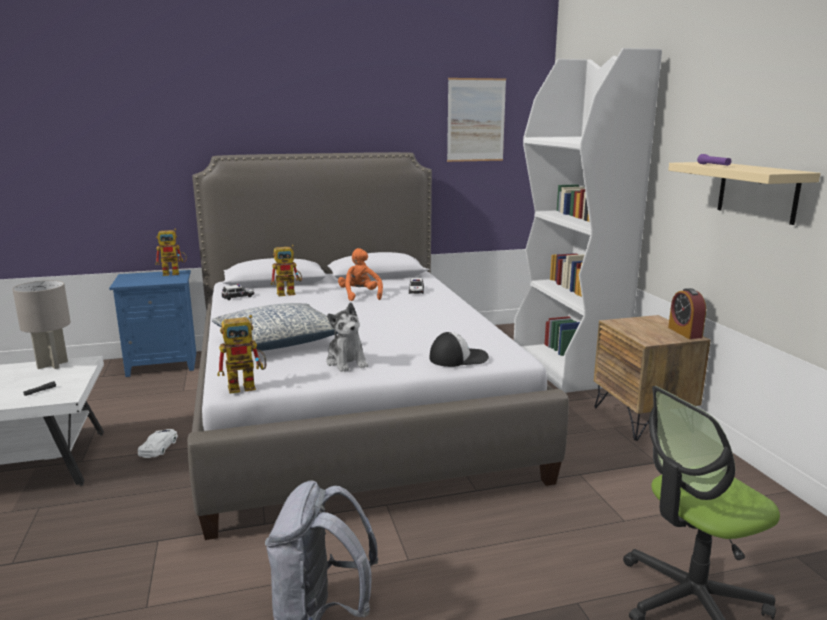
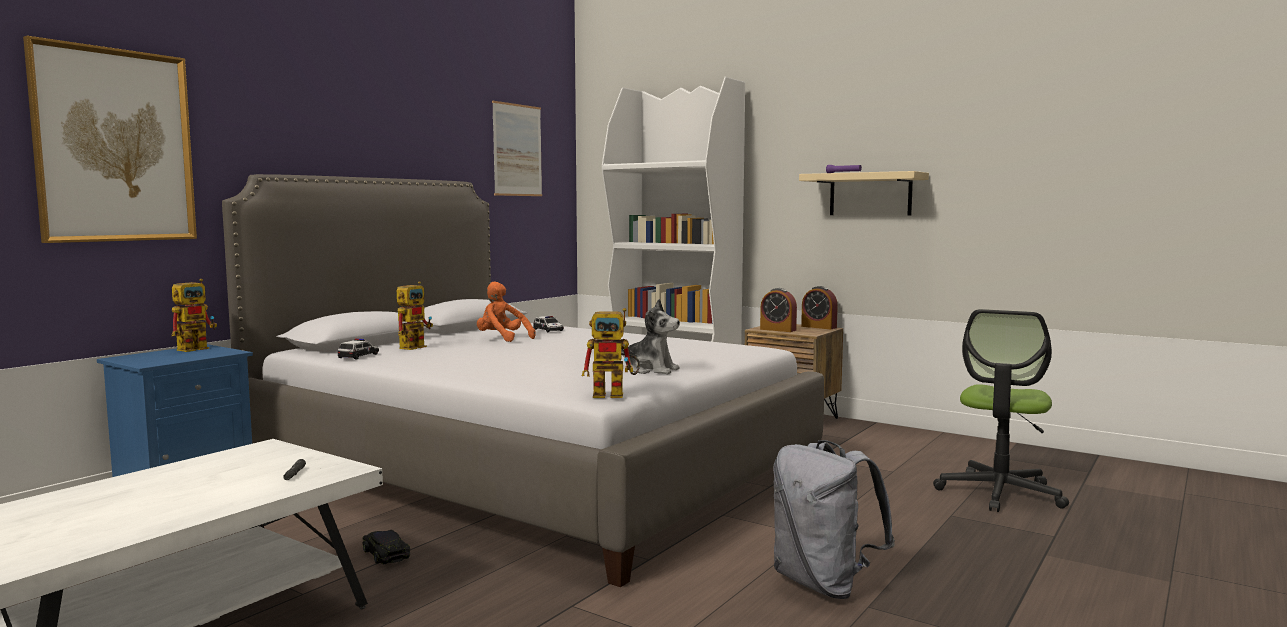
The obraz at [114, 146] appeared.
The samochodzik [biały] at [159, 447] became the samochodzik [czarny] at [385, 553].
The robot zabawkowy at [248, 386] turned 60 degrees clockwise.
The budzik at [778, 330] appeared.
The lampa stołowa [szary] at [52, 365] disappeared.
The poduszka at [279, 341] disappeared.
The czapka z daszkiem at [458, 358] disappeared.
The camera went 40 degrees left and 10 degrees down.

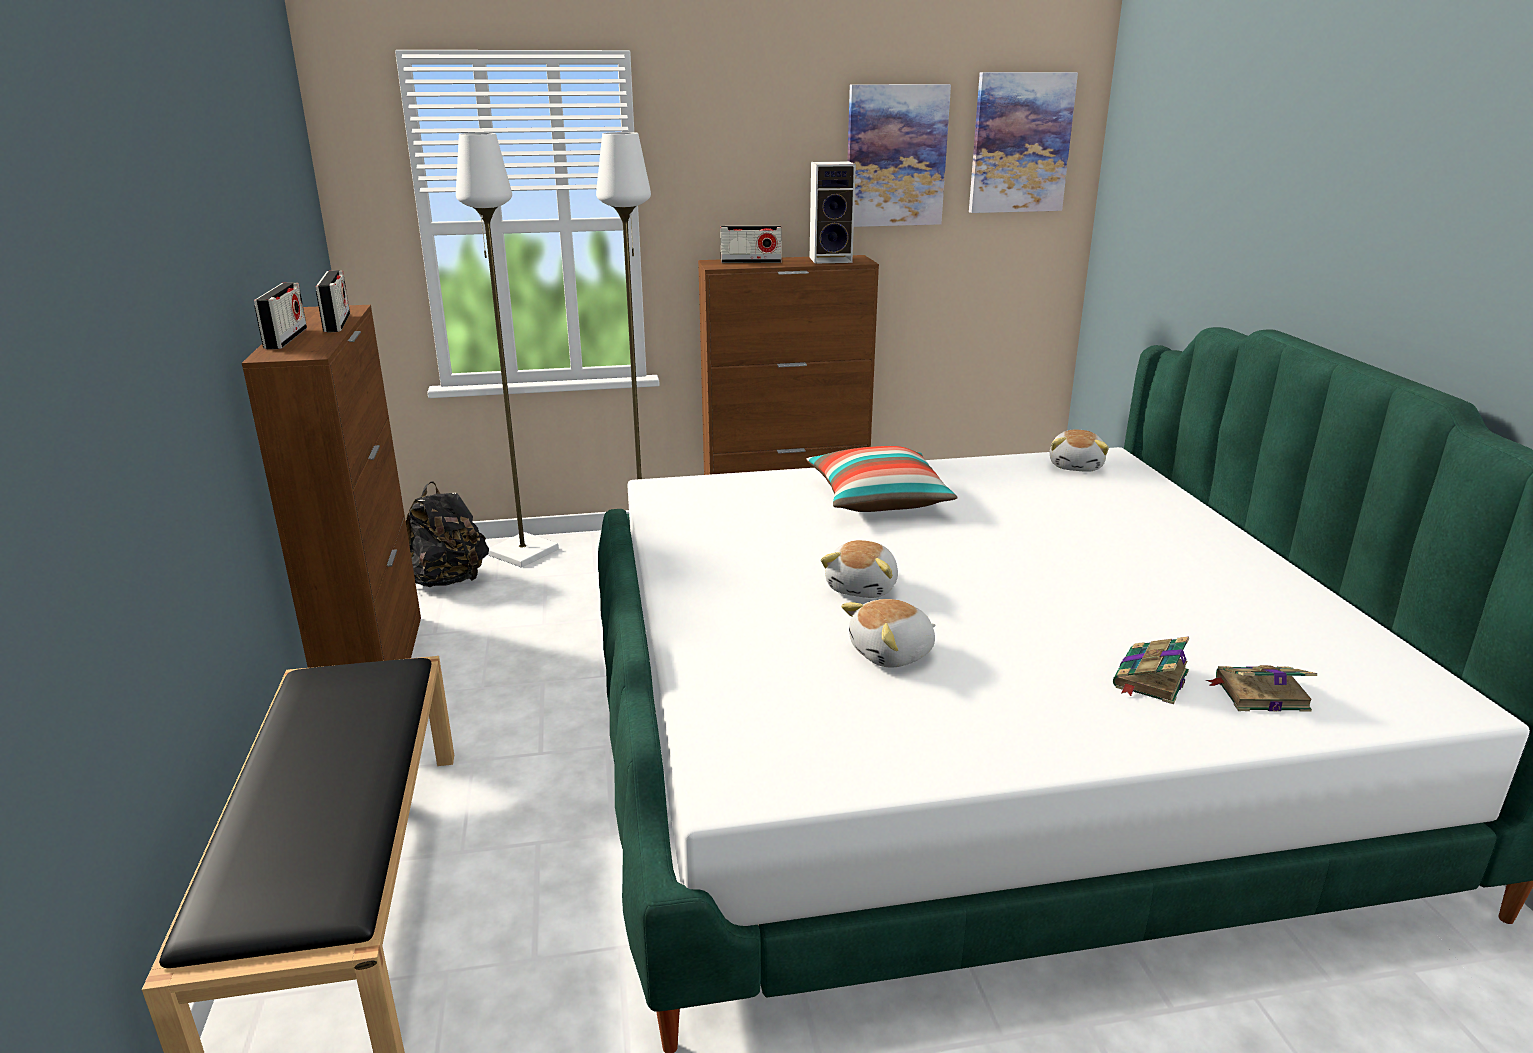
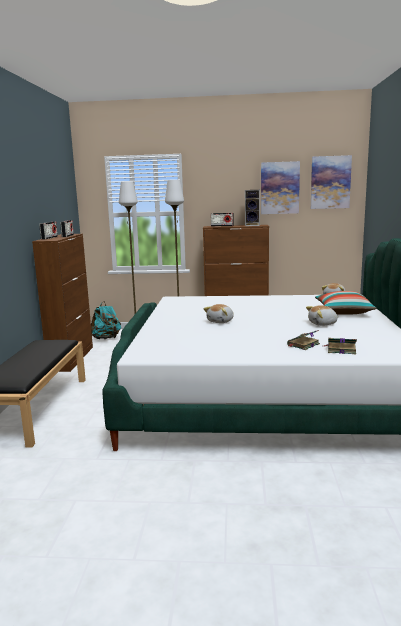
The plecak [czarny] at [447, 581] became the plecak [turkusowy] at [106, 338].
The pluszak moved from [892, 653] to [323, 324].
The poduszka moved from [878, 499] to [344, 312].
The camera went 15 degrees right and 10 degrees down.

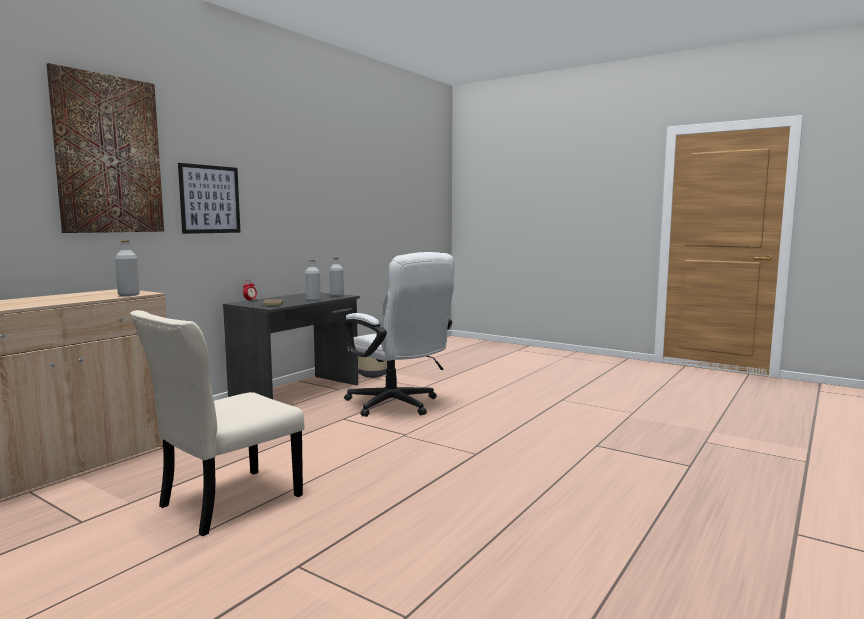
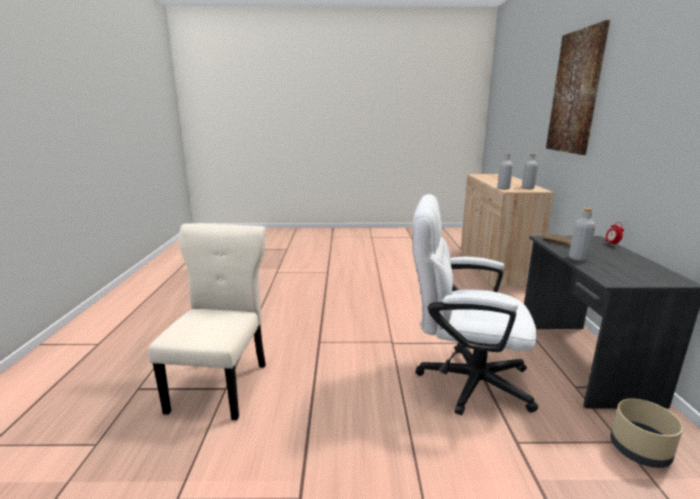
The krzesło [beżowy] moved from [226, 502] to [222, 384].
The butelka [szary] moved from [337, 295] to [528, 188].
The obraz at [210, 199] disappeared.
The camera went 145 degrees right and 10 degrees up.

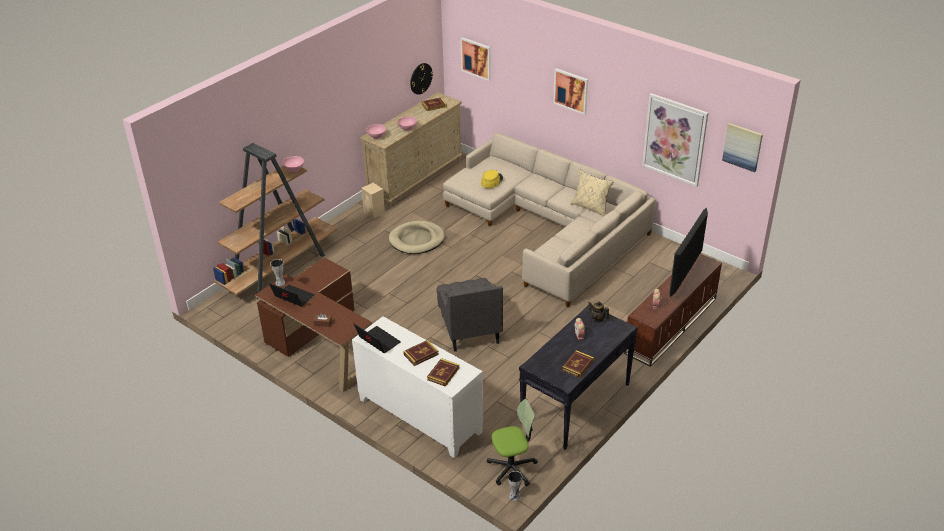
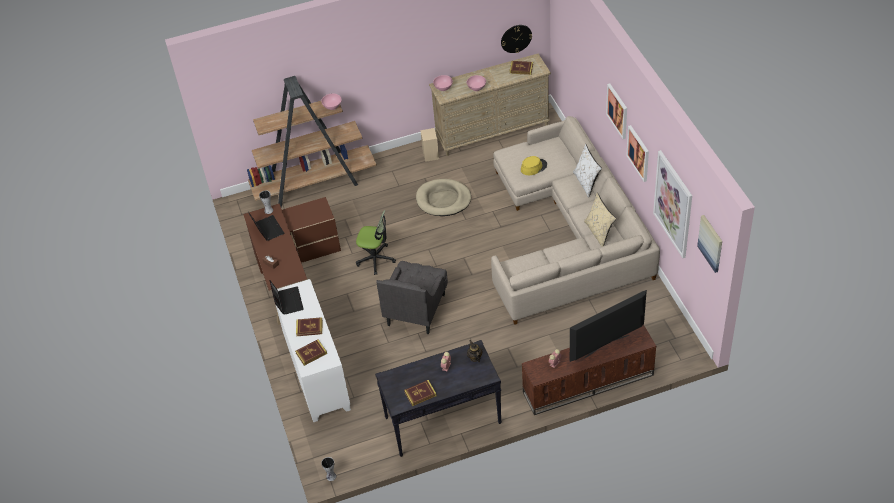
The krzesło biurowe moved from [512, 468] to [376, 259].
The poduszka [biały] at [586, 183] appeared.
The obraz moved from [476, 58] to [638, 153].
The camera went 35 degrees right and 10 degrees up.

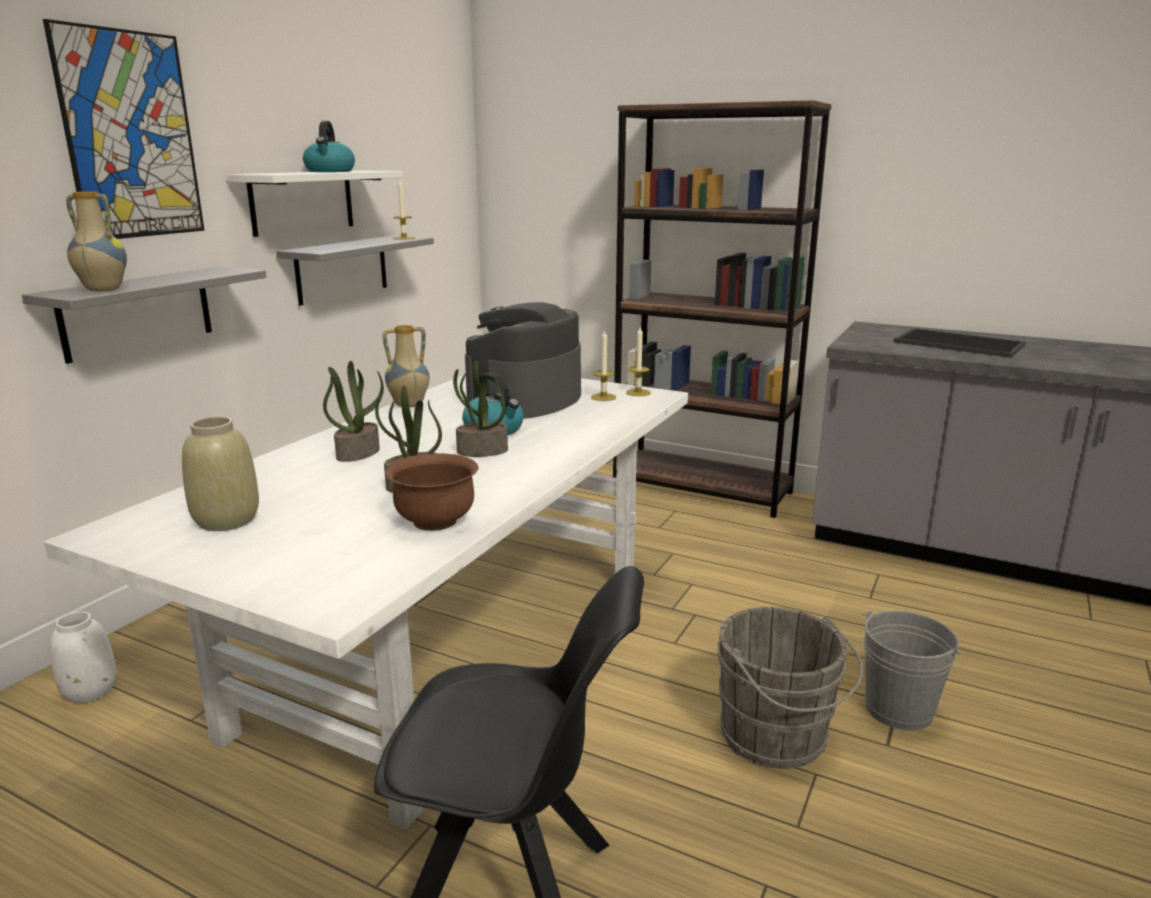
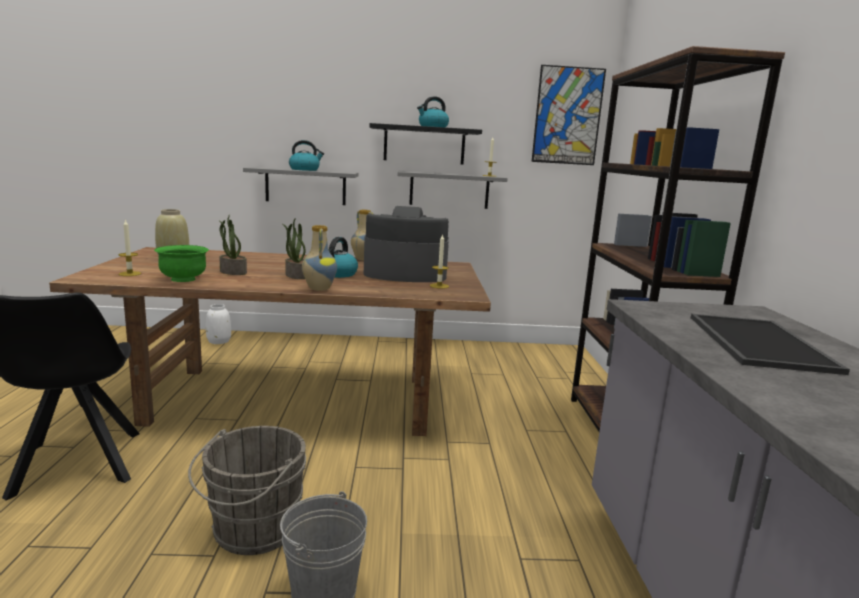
The stół jadalny [biały] at [453, 652] became the stół jadalny [brązowy] at [294, 400].
The świeca moved from [638, 392] to [130, 274].
The miska [brązowy] at [435, 521] became the miska [zielony] at [183, 279].
The czajnik at [305, 169] appeared.
The wazon moved from [102, 290] to [318, 289].
The półka [biały] at [302, 201] became the półka [czarny] at [424, 145].
The obraz moved from [131, 136] to [567, 116].
The roślina doniczkowa at [358, 453] disappeared.
The camera went 60 degrees right and 5 degrees down.

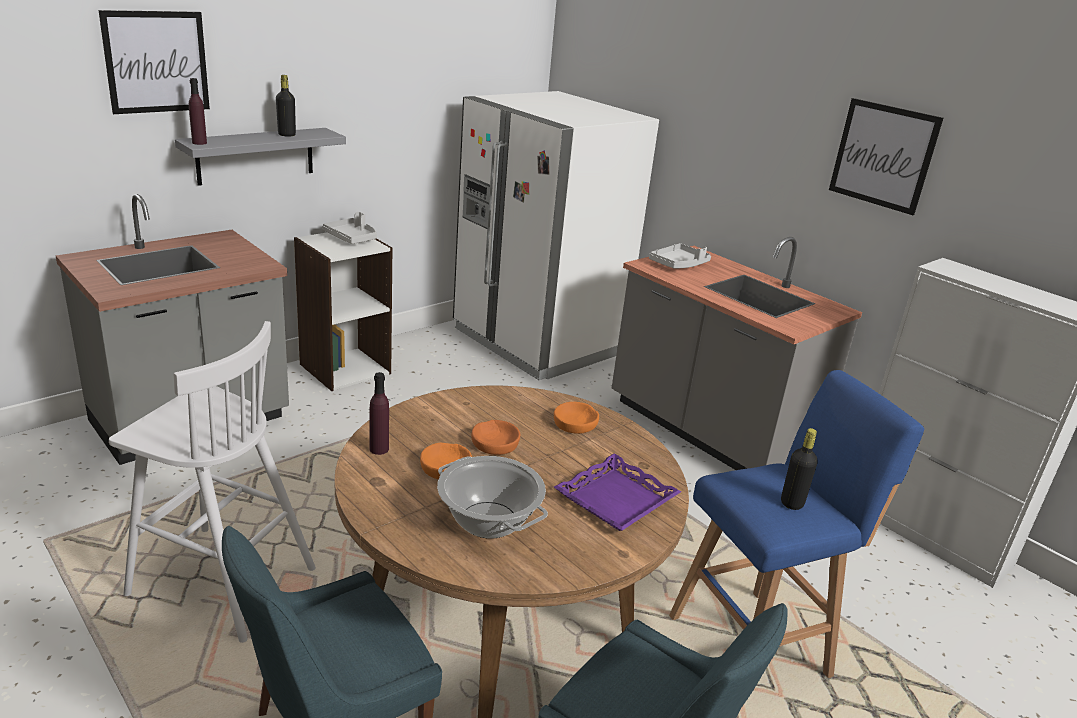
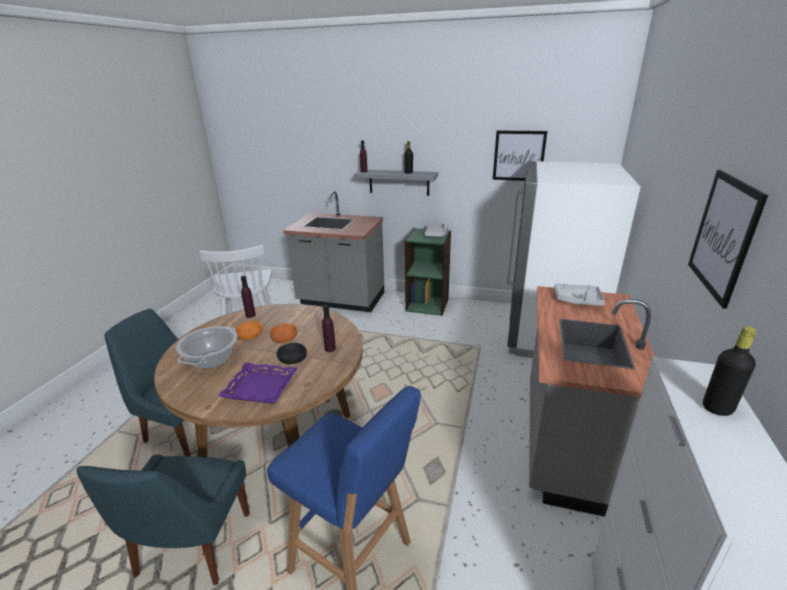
The miska [czarny] at [292, 357] appeared.
The miska [pomarańczowy] at [575, 423] was replaced by the butelka [fioletowy] at [330, 349].
The regał [biały] at [345, 368] became the regał [zielony] at [427, 304].
The obraz moved from [156, 62] to [519, 156].
The butelka [czarny] moved from [792, 503] to [717, 408].
The camera went 60 degrees right and 0 degrees up.

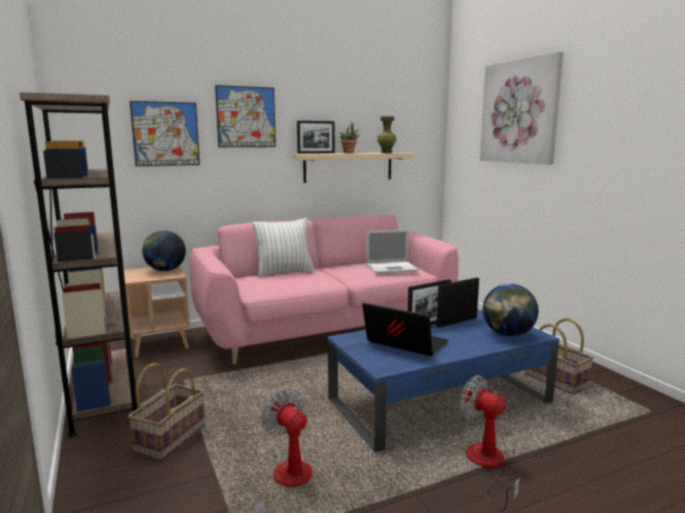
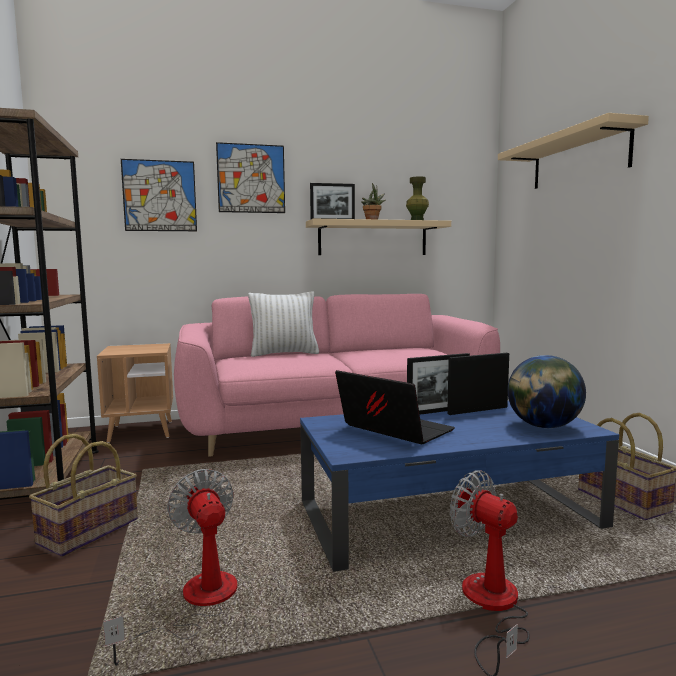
The obraz at [519, 111] was replaced by the półka [beżowy] at [579, 158].
The globus at [165, 270] disappeared.
The laptop at [392, 268] disappeared.
The camera went 10 degrees right and 5 degrees down.

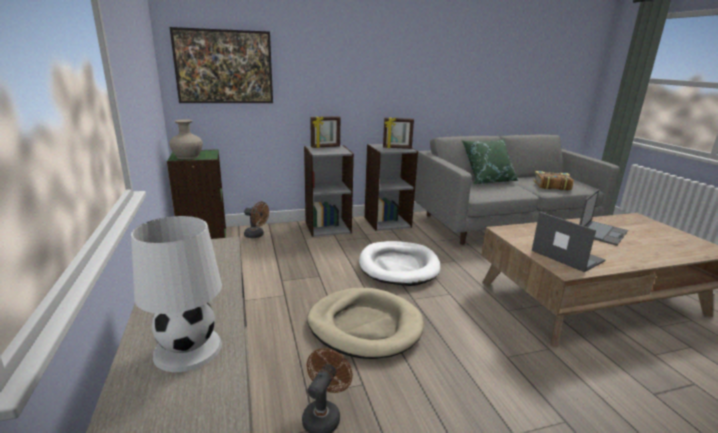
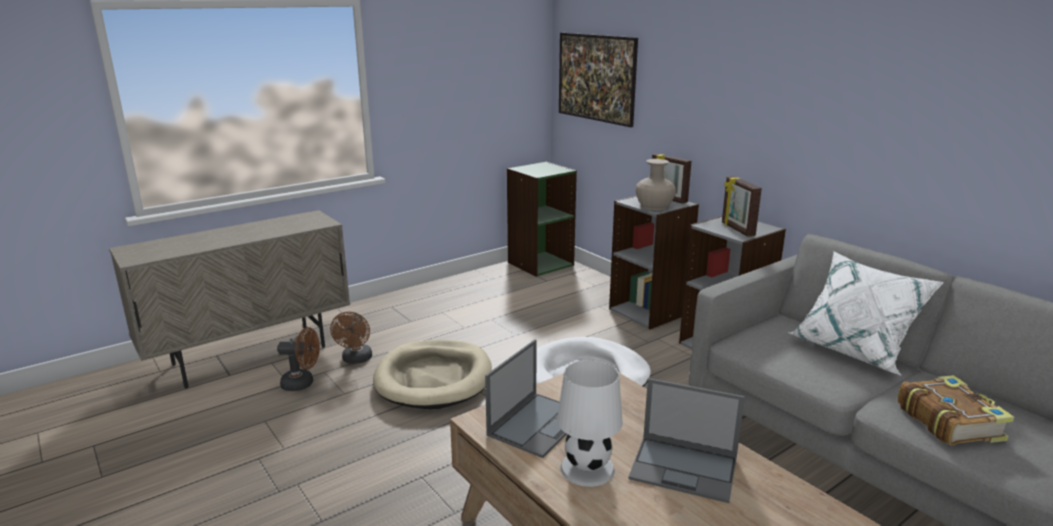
The wentylator [brązowy] moved from [257, 235] to [356, 360].
The lampa stołowa [biały] moved from [188, 348] to [588, 468].
The wazon [beżowy] moved from [187, 156] to [654, 206].
The poduszka [zielony] at [487, 181] became the poduszka [biały] at [854, 349].
The camera went 70 degrees right and 0 degrees up.

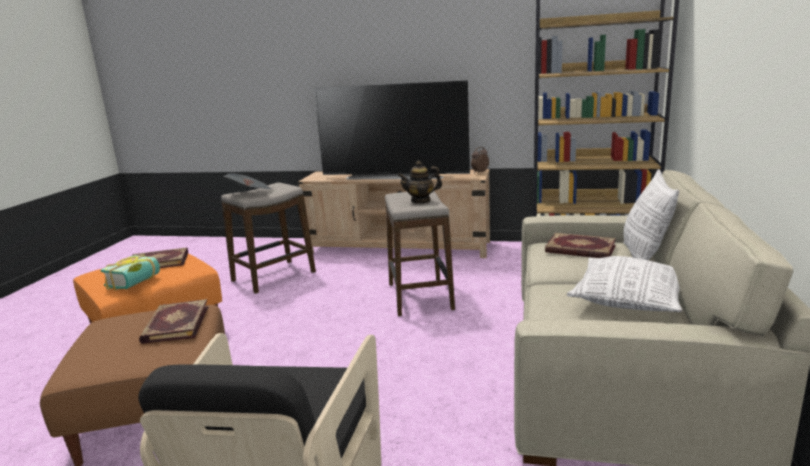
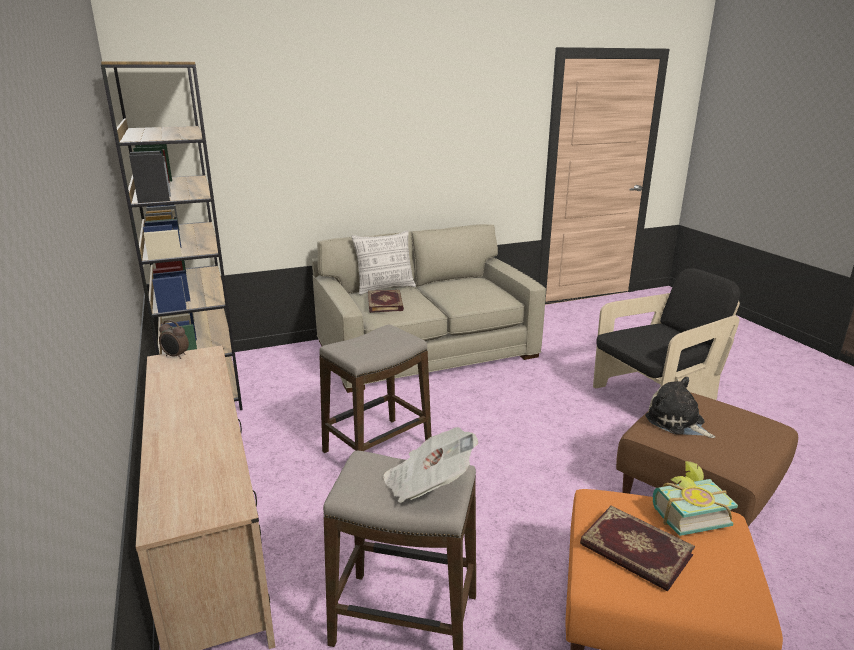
The książka at [175, 324] was replaced by the pluszak at [677, 422].
The telewizor at [395, 176] disappeared.
The imbryk at [421, 201] disappeared.
The poduszka at [628, 300] disappeared.
The camera went 125 degrees left and 5 degrees up.

